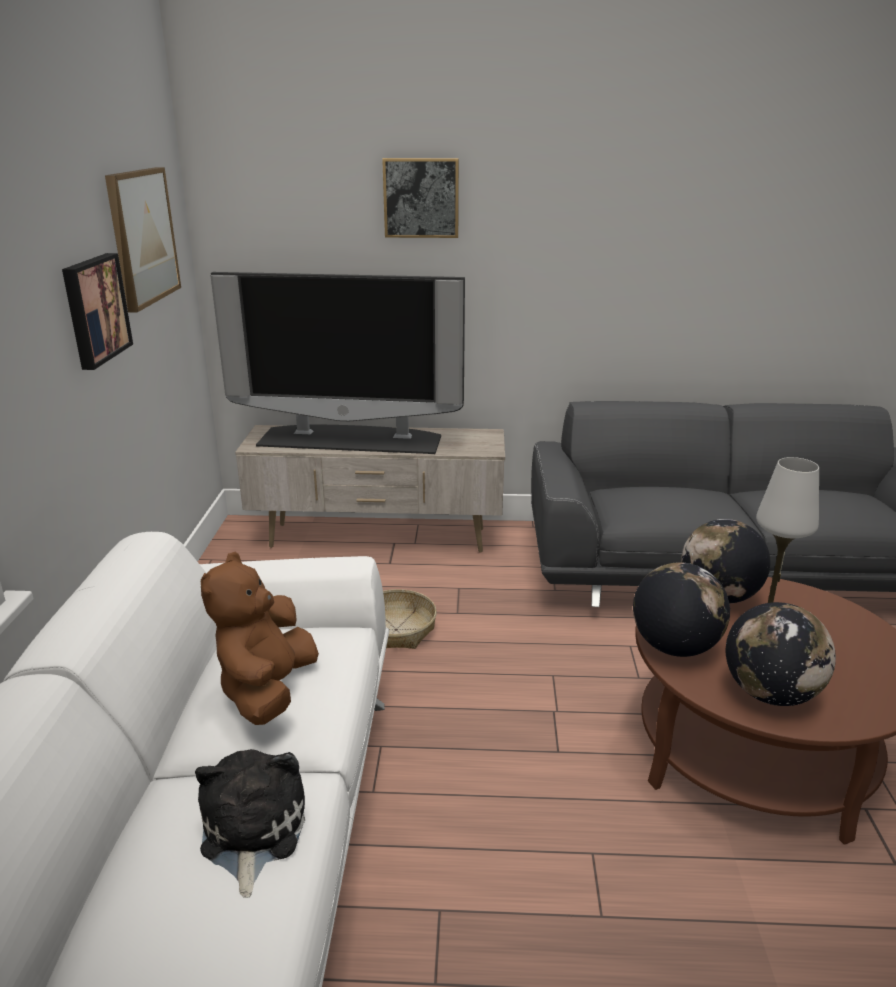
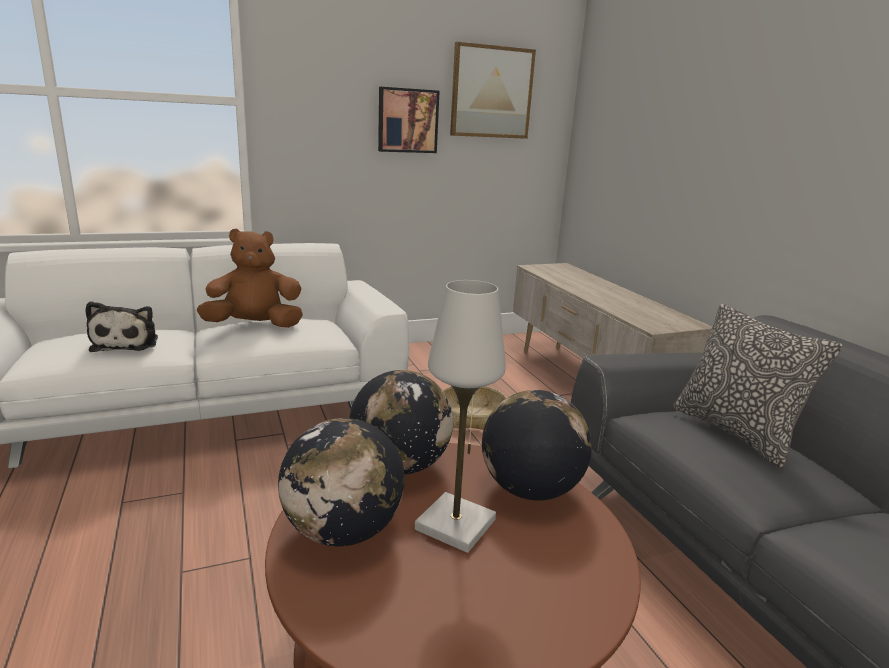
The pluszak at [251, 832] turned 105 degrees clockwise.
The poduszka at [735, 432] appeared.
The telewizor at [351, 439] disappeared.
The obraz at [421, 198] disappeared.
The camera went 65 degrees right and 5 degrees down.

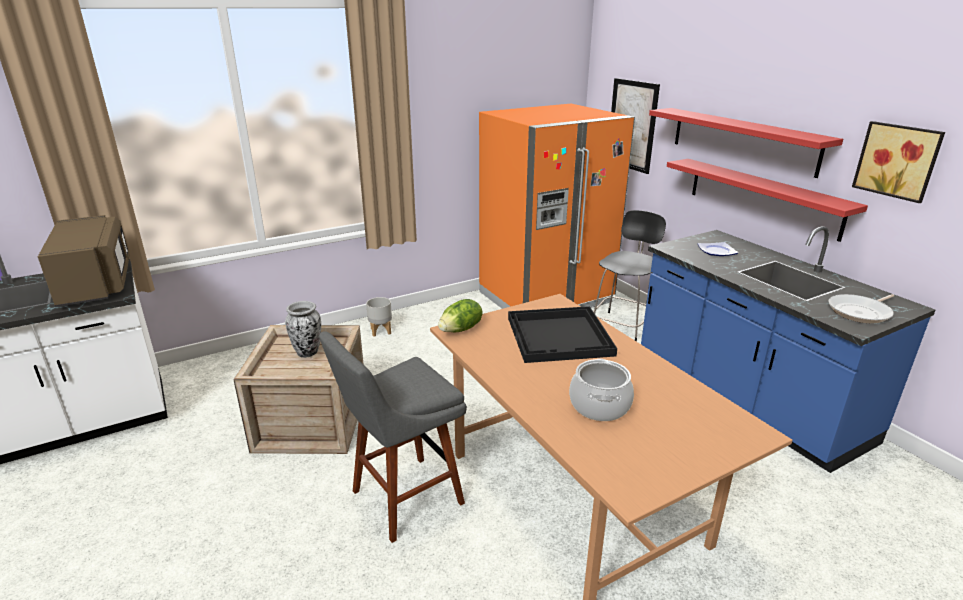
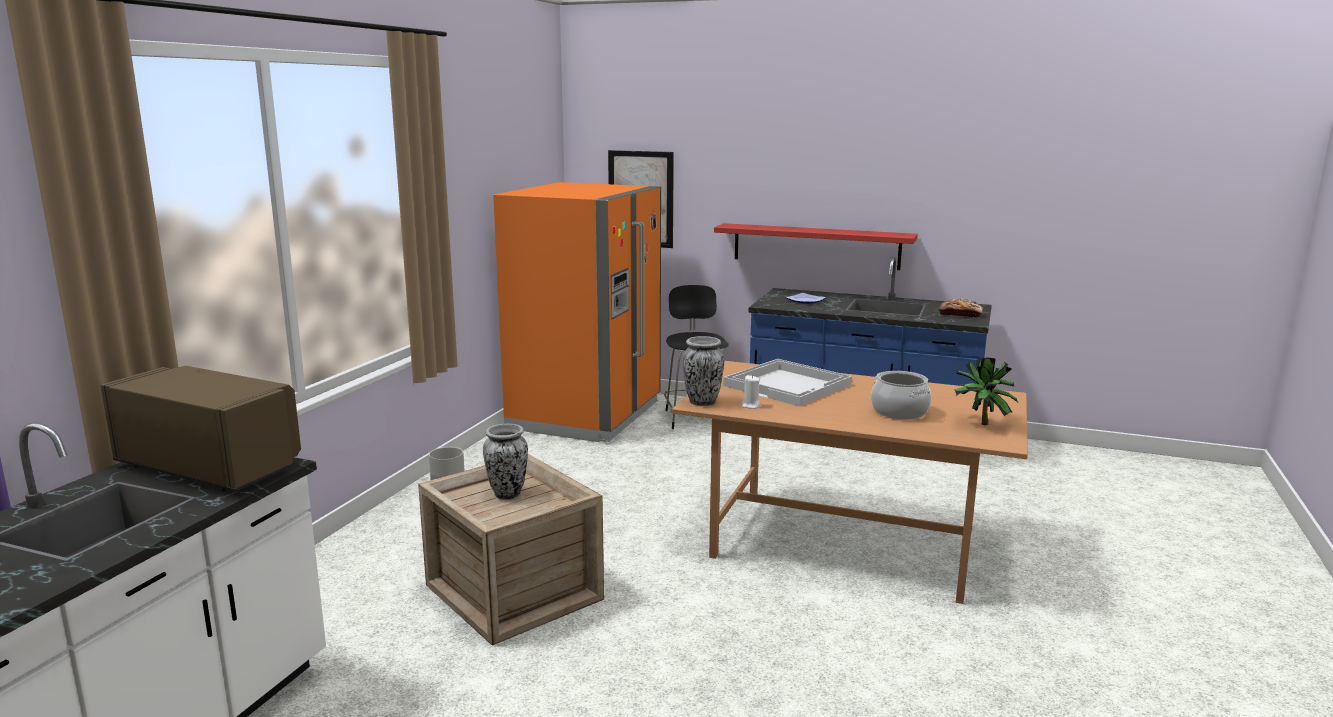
The sałata at [461, 329] was replaced by the wazon at [702, 402].
The taca [czarny] at [560, 336] became the taca [biały] at [789, 385].
The świeca [biały] at [750, 406] appeared.
The patelnia at [861, 312] was replaced by the chleb at [960, 314].
The roślina doniczkowa at [979, 424] appeared.
The stołek [szary] at [402, 499] disappeared.
The półka [czerwony] at [742, 140] disappeared.
The obraz at [898, 160] disappeared.
The camera went 40 degrees left and 10 degrees down.

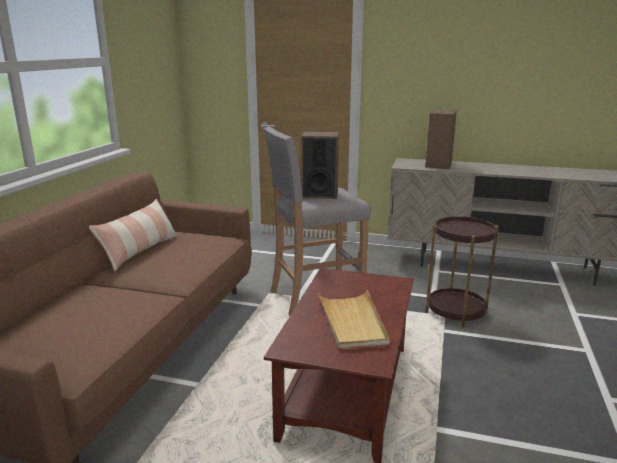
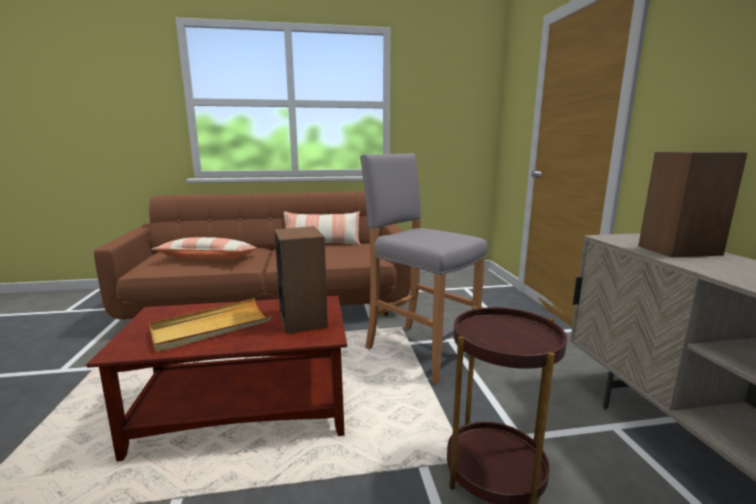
The poduszka at [208, 259] appeared.
The głośnik moved from [319, 194] to [303, 319].
The camera went 65 degrees right and 5 degrees down.

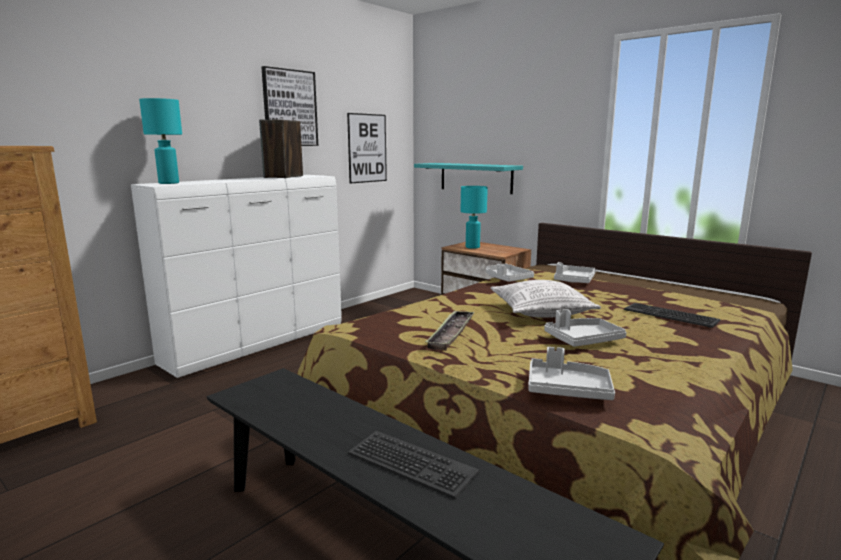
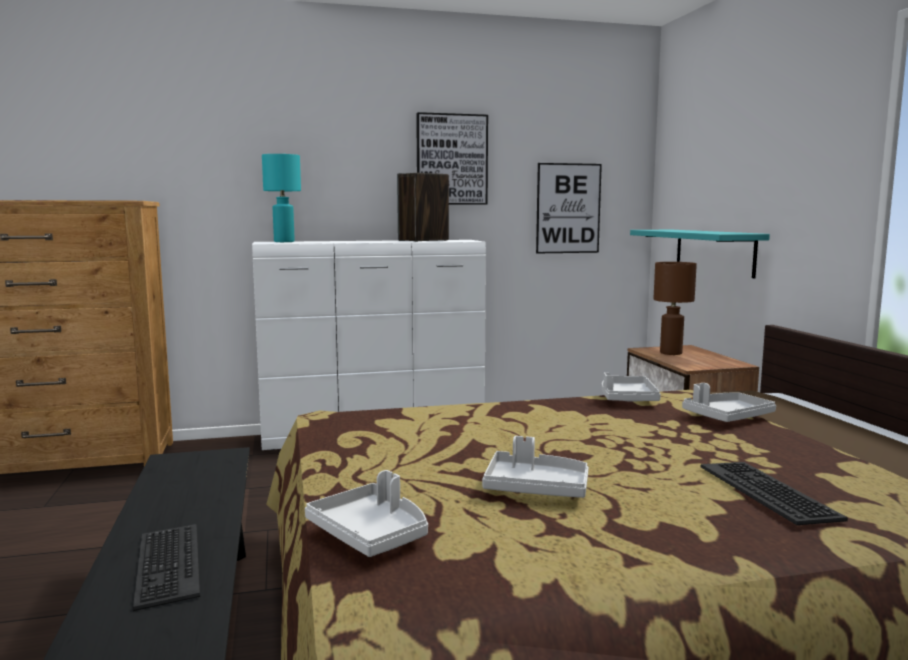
The lampa stołowa [turkusowy] at [473, 247] became the lampa stołowa [brązowy] at [671, 353].
The taca at [451, 333] disappeared.
The poduszka at [541, 312] disappeared.
The camera went 35 degrees right and 5 degrees down.

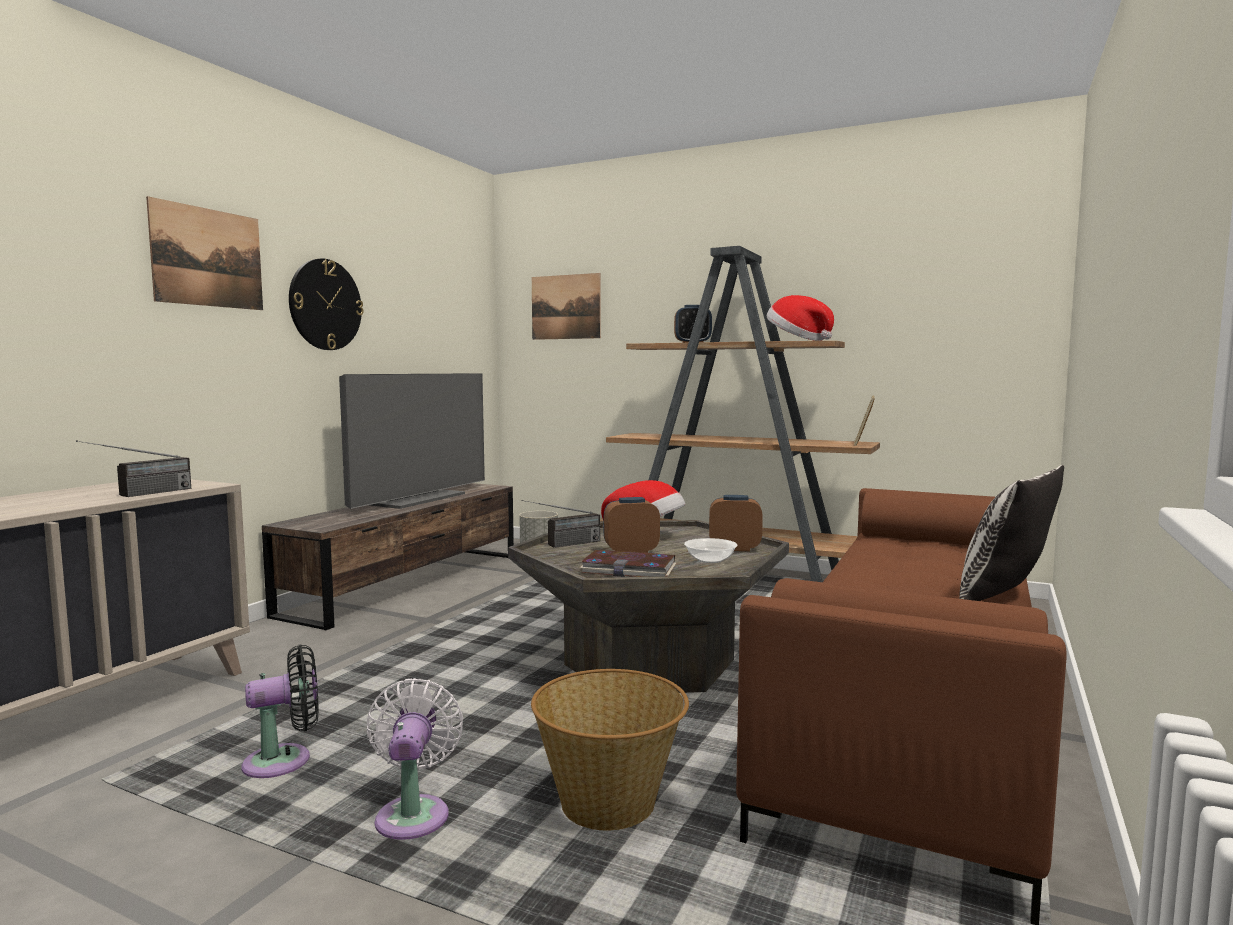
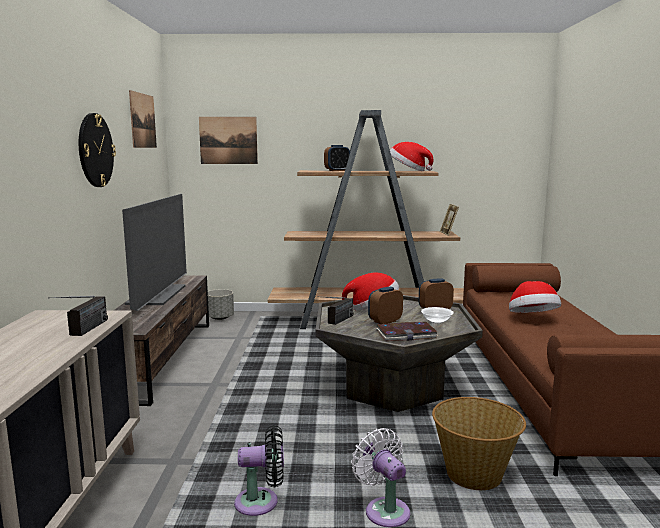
The obraz moved from [208, 257] to [143, 120].
The wentylator [czarny] at [285, 761] turned 45 degrees clockwise.
The kapelusz at [532, 318] appeared.
The poduszka at [1004, 597] disappeared.
The camera went 25 degrees left and 5 degrees up.

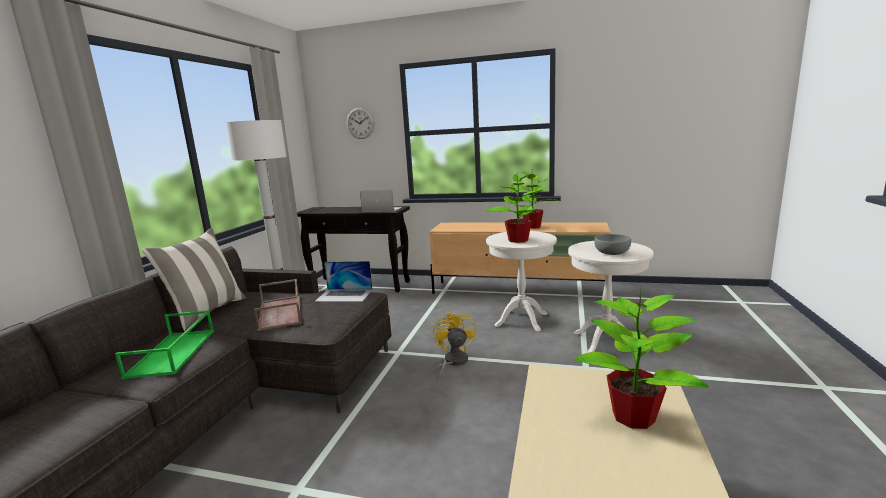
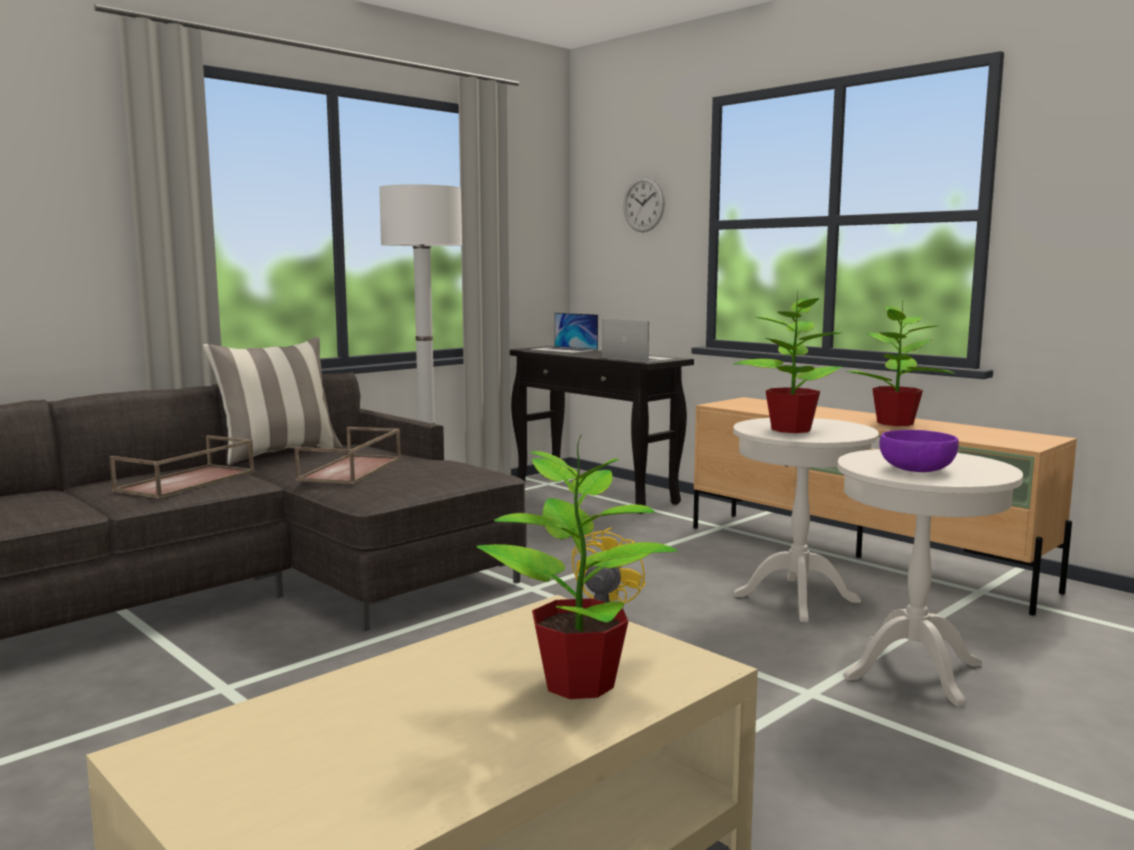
The taca [zielony] at [173, 353] became the taca [brązowy] at [186, 482].
The laptop moved from [344, 295] to [564, 350].
The miska [szary] at [612, 253] became the miska [fioletowy] at [917, 469].
The camera went 30 degrees right and 5 degrees down.

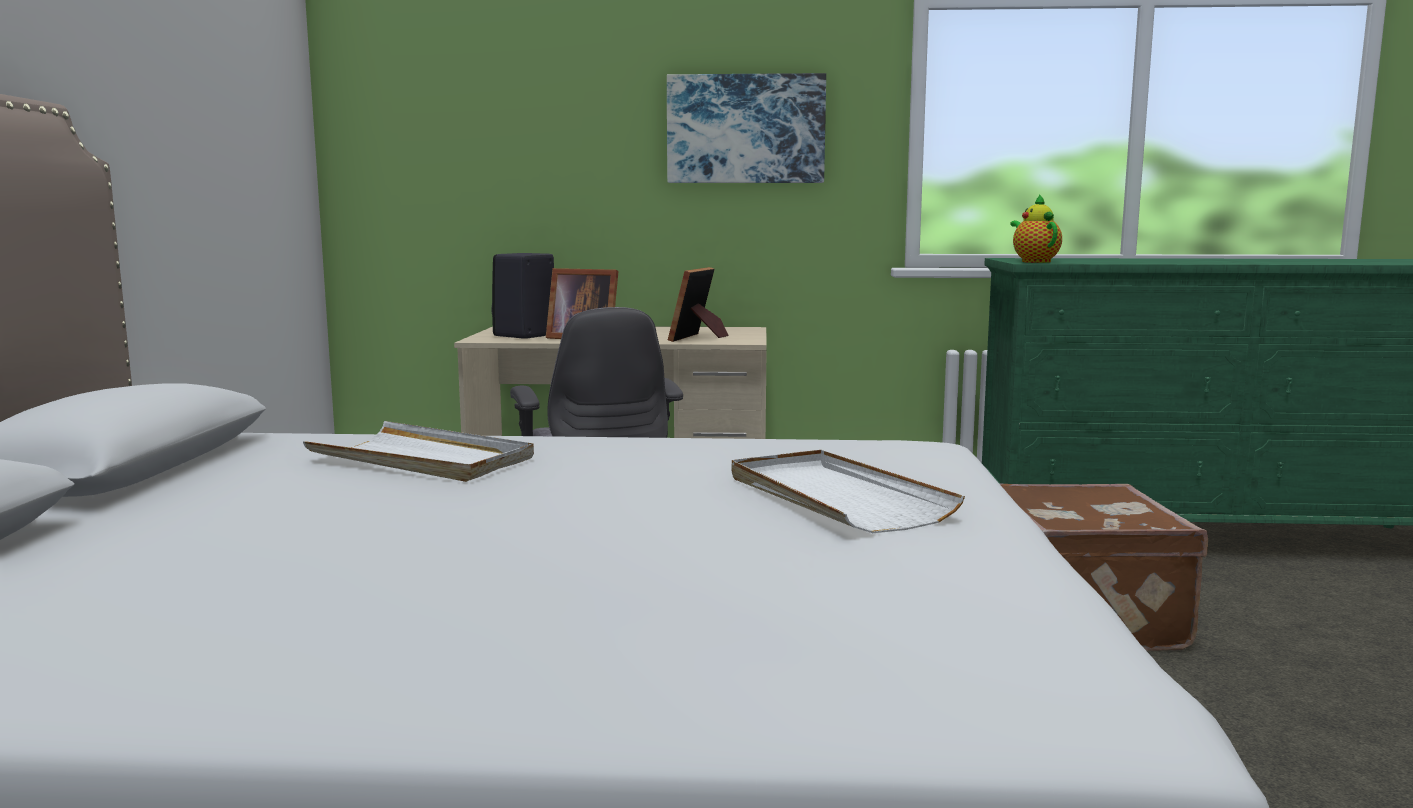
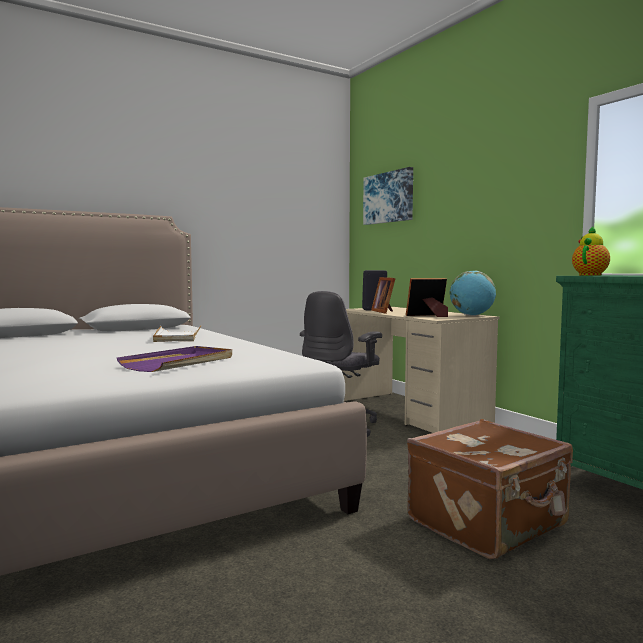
The taca [biały] at [834, 498] became the taca [fioletowy] at [179, 362].
The obraz moved from [745, 129] to [388, 197].
The globus at [472, 315] appeared.
The camera went 55 degrees right and 5 degrees down.

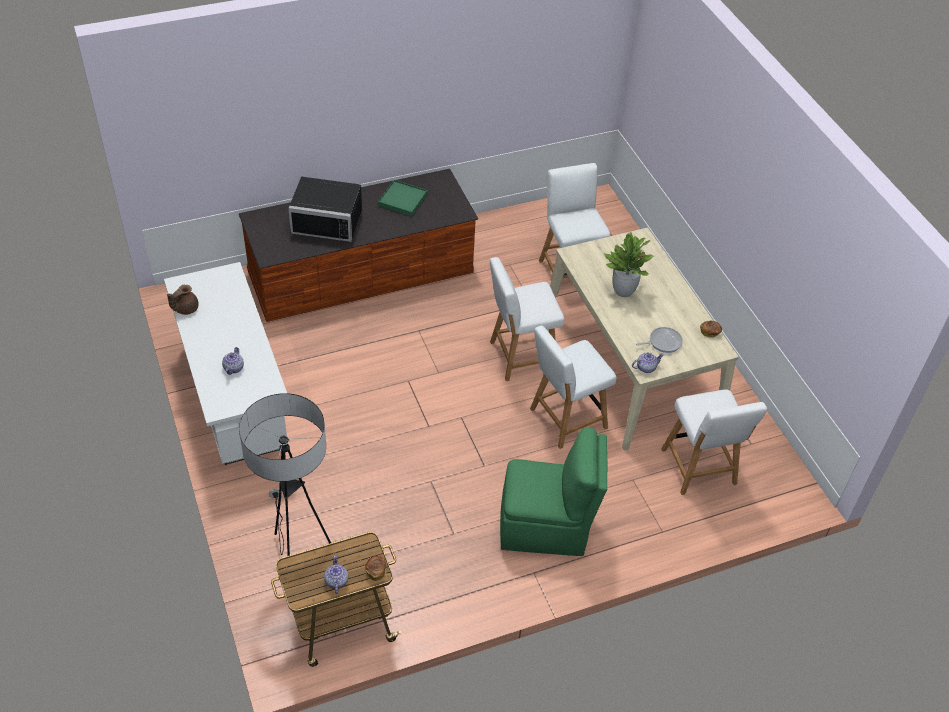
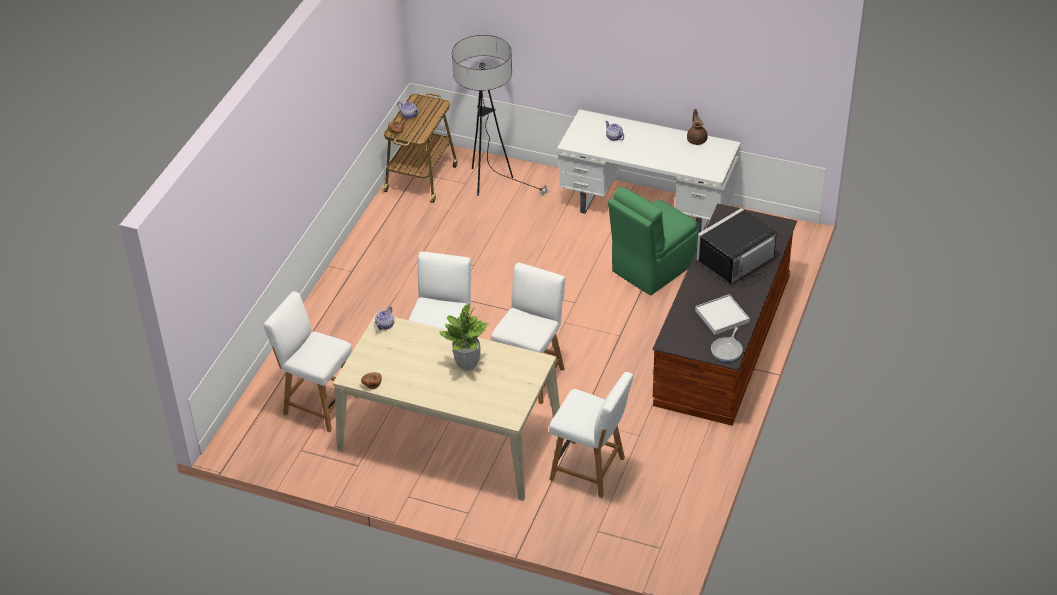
The krzesło [zielony] moved from [546, 527] to [652, 268].
The taca [zielony] at [402, 200] became the taca [biały] at [722, 316].
The patelnia moved from [663, 342] to [727, 350].
The camera went 135 degrees right and 5 degrees down.

